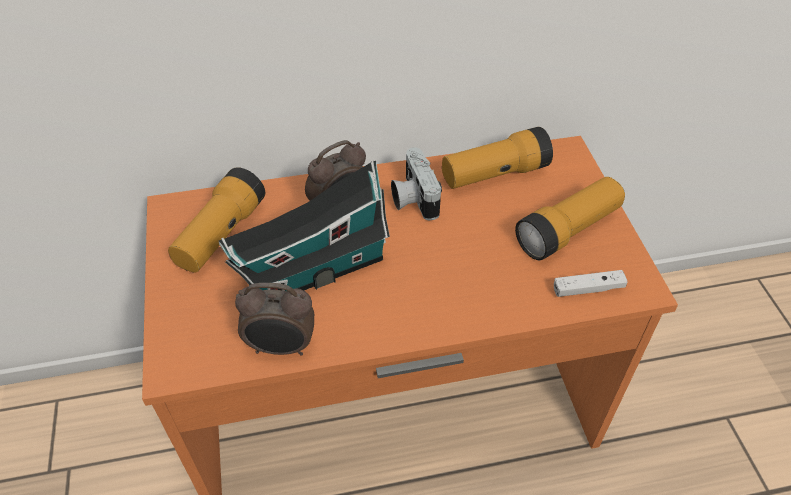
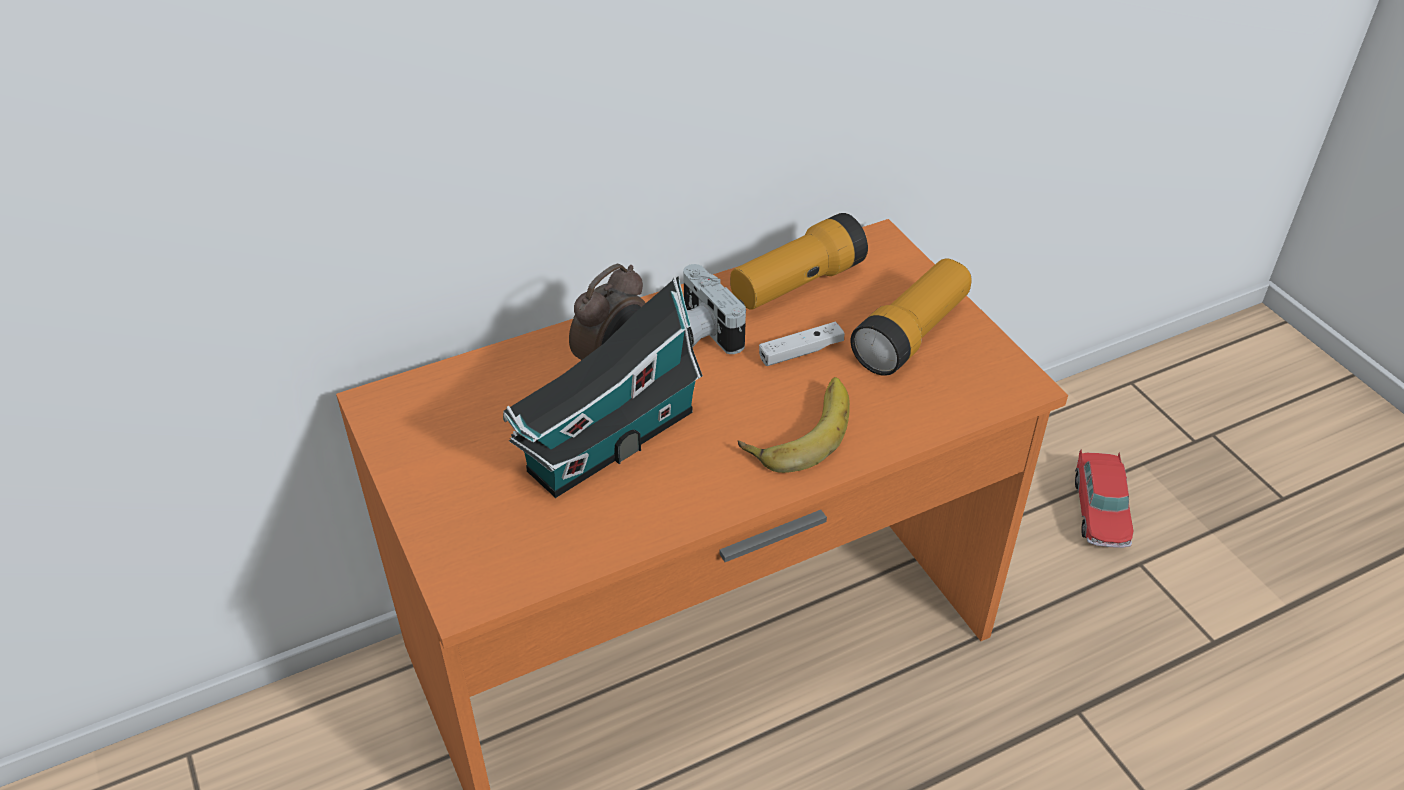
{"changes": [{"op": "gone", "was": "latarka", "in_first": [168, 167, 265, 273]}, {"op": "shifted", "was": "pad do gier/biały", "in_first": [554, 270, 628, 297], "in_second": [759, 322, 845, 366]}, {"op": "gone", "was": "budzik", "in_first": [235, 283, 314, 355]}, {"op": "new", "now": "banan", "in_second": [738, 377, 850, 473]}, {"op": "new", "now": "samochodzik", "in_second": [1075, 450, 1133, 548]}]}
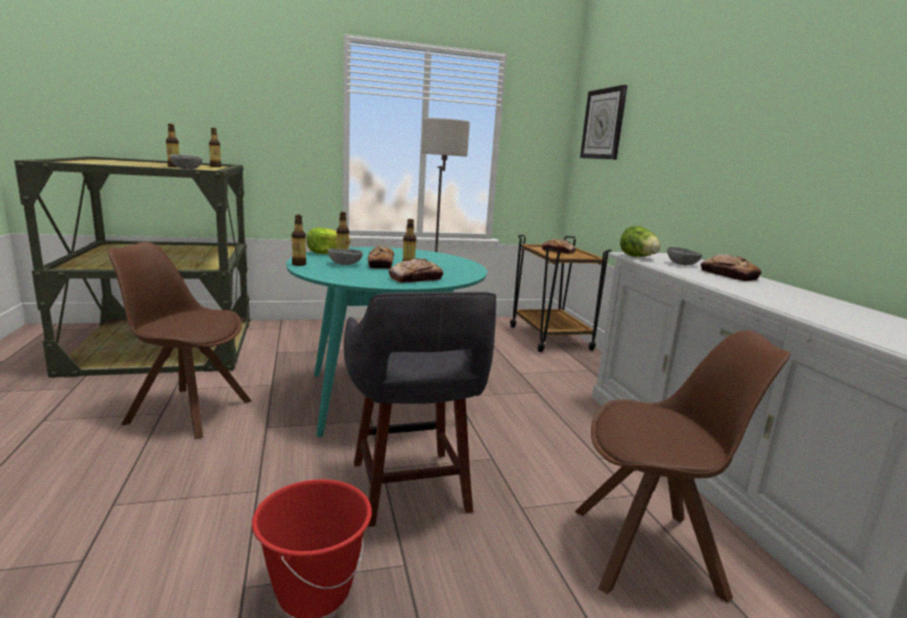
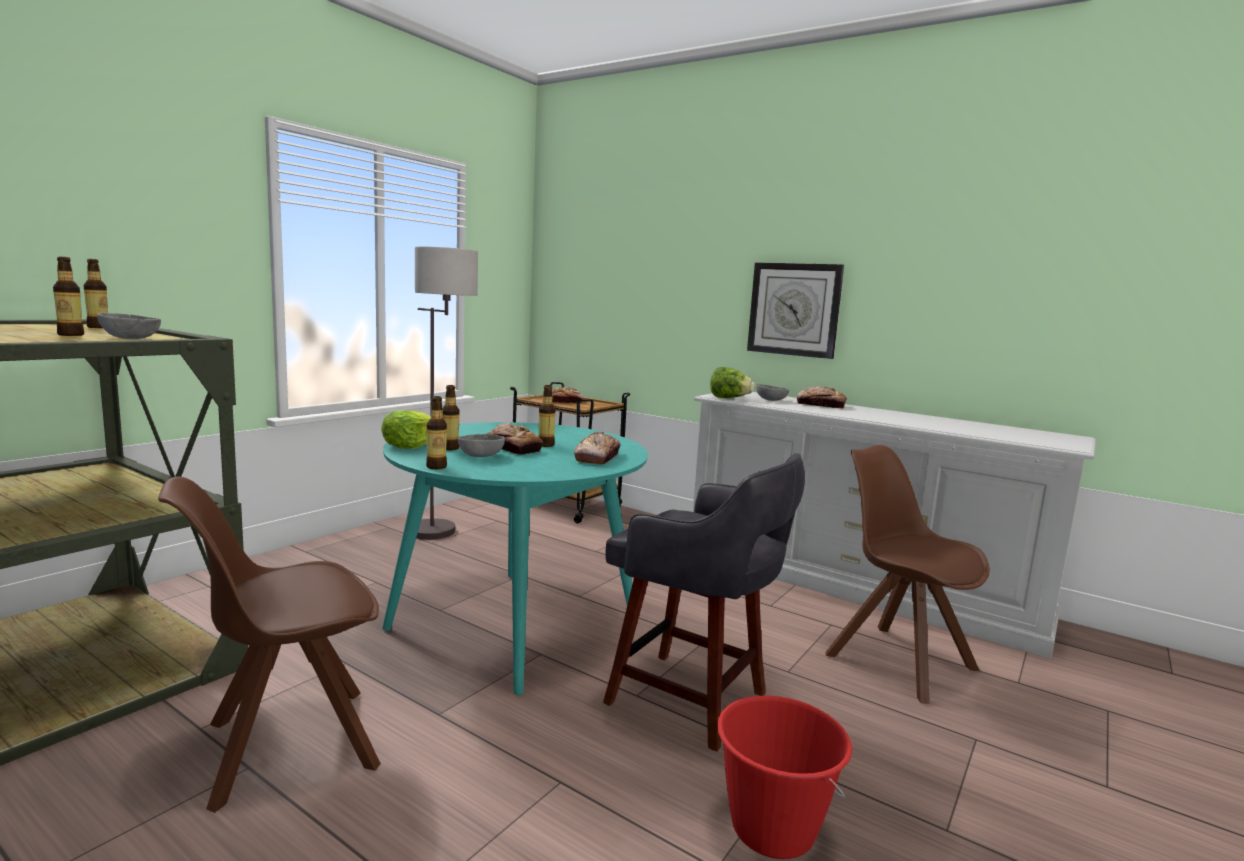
{"changes": [{"op": "shifted", "was": "zegar ścienny", "in_first": [580, 85, 628, 160], "in_second": [747, 262, 844, 359]}, {"op": "rotated", "was": "krzesło/brązowy", "in_first": [575, 330, 790, 602], "in_second": [825, 445, 990, 704], "clockwise": -90}]}
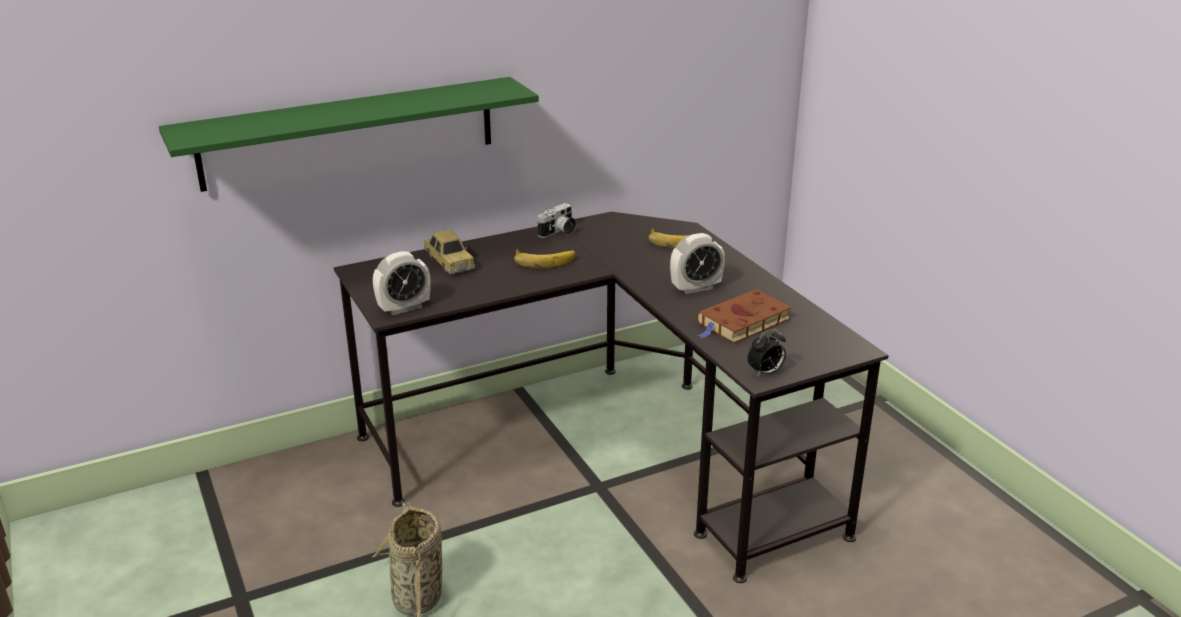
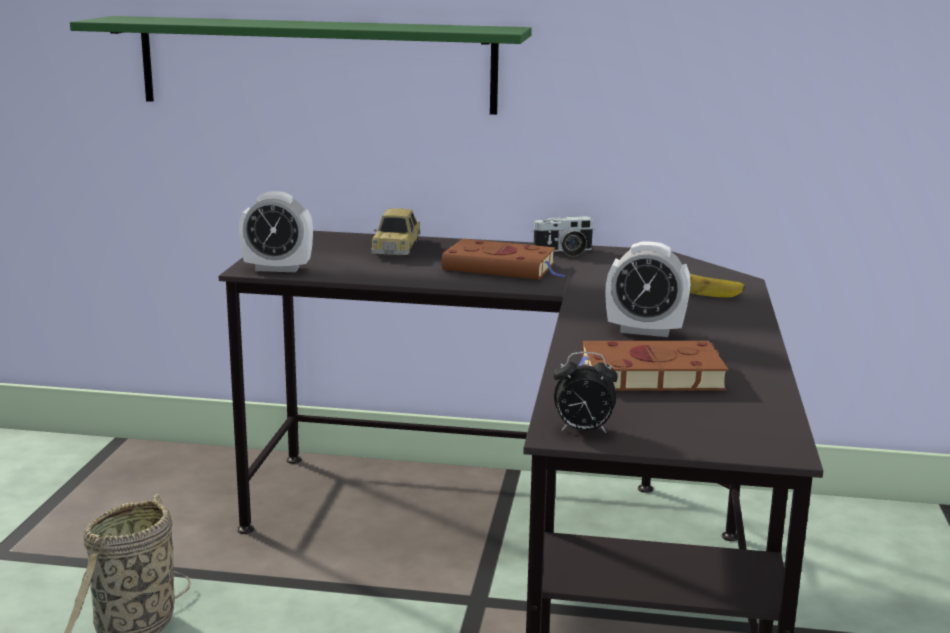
{"changes": [{"op": "swapped", "was": "banan", "now": "książka/brązowy", "in_first": [514, 248, 575, 268], "in_second": [441, 239, 565, 280]}]}
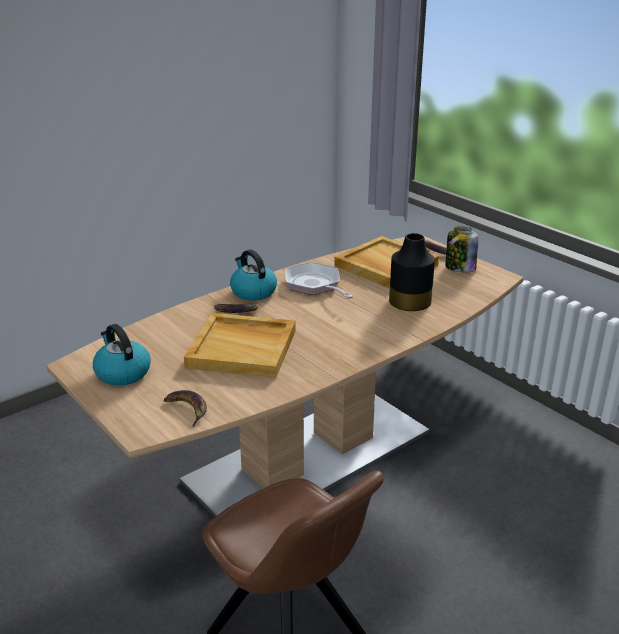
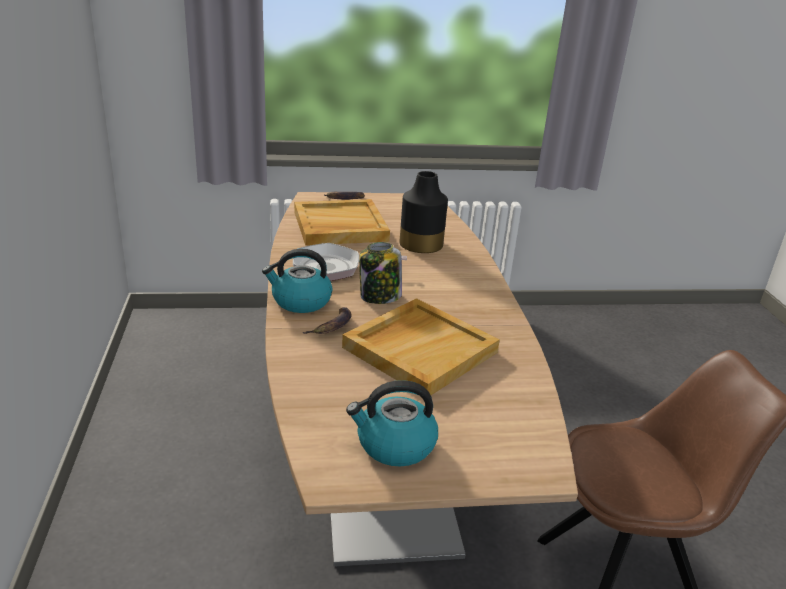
{"changes": [{"op": "shifted", "was": "słoik", "in_first": [445, 226, 479, 272], "in_second": [359, 242, 402, 304]}, {"op": "gone", "was": "banan", "in_first": [164, 390, 207, 427]}]}
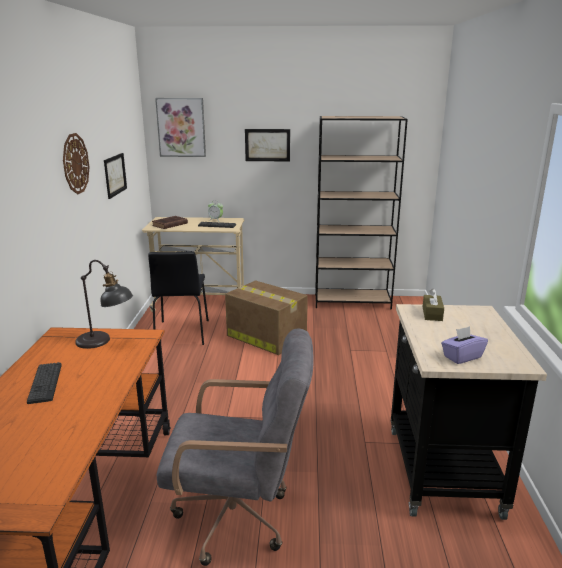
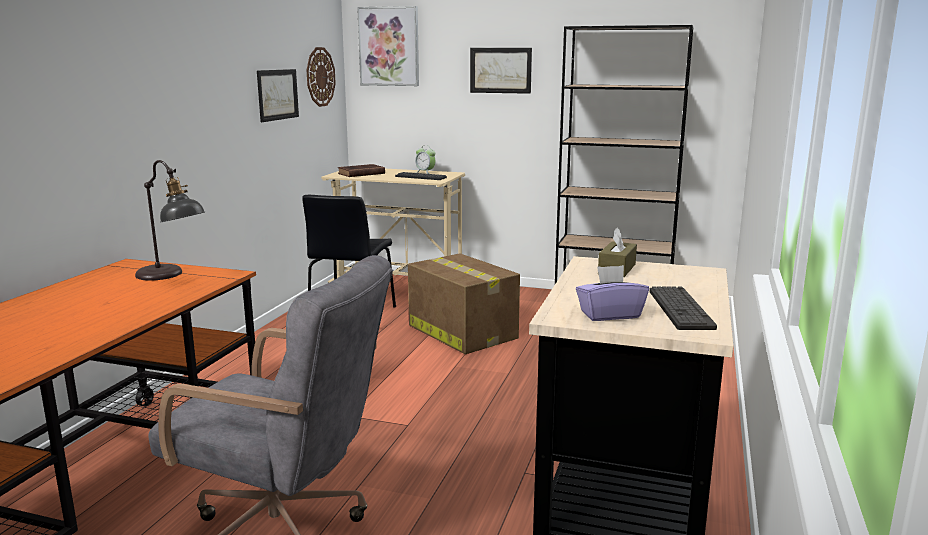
{"changes": [{"op": "shifted", "was": "zegar ścienny", "in_first": [63, 133, 90, 194], "in_second": [306, 47, 336, 107]}, {"op": "shifted", "was": "klawiatura", "in_first": [27, 362, 62, 404], "in_second": [650, 286, 717, 330]}]}
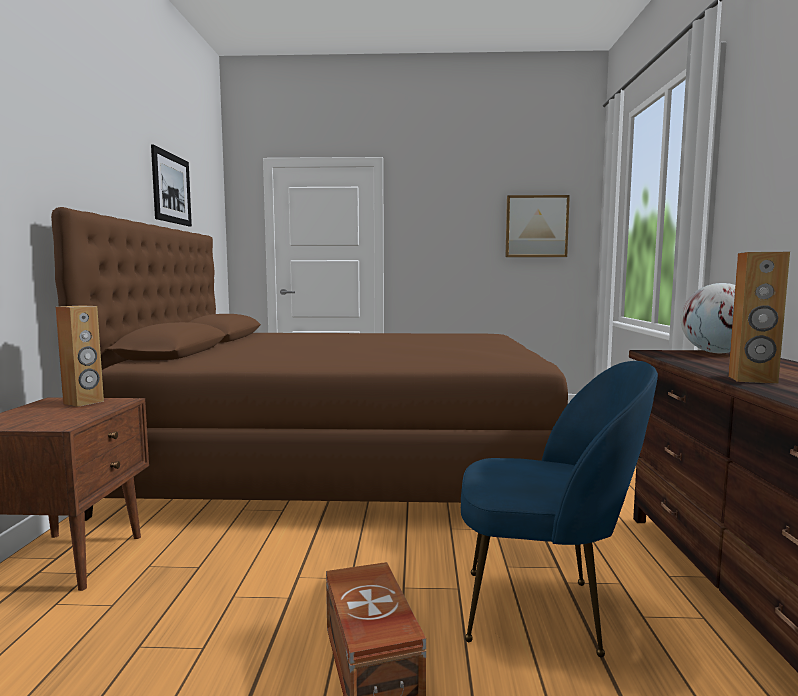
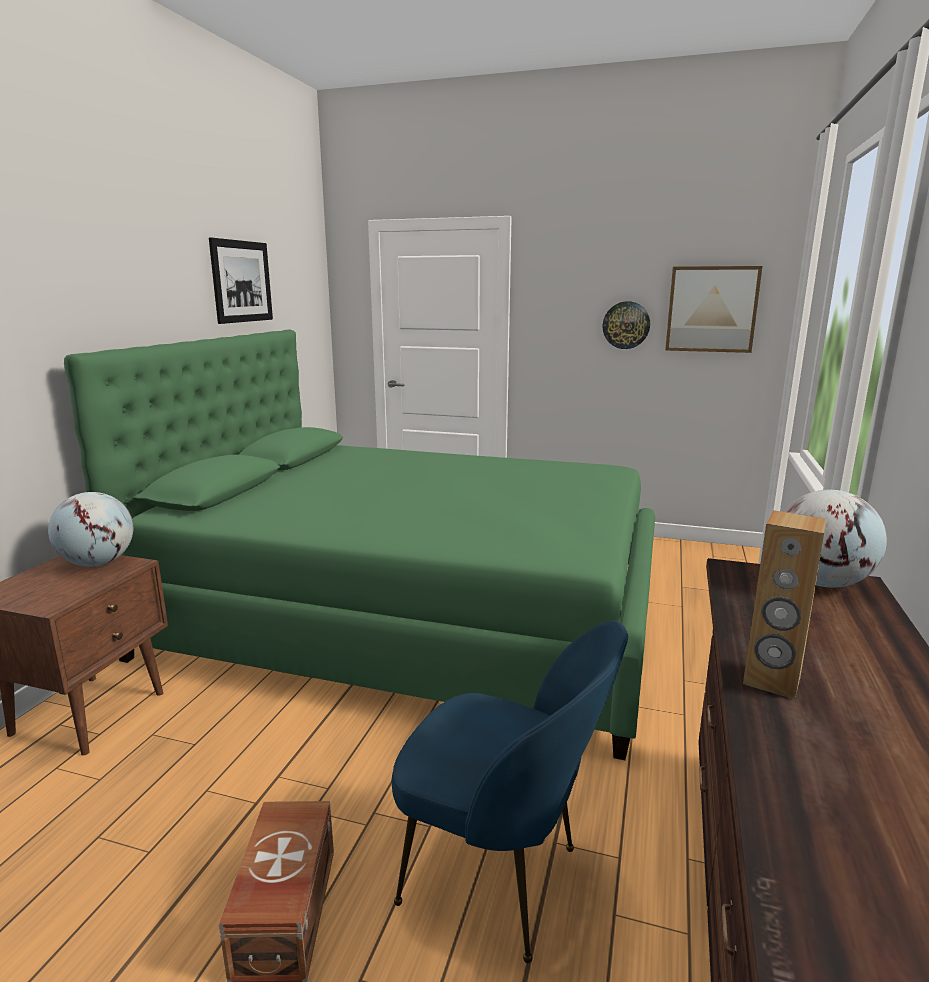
{"changes": [{"op": "repainted", "was": "łóżko/brązowy", "now": "łóżko/zielony", "in_first": [51, 207, 568, 521], "in_second": [64, 330, 655, 760]}, {"op": "swapped", "was": "głośnik/brązowy", "now": "globus", "in_first": [56, 305, 104, 407], "in_second": [48, 492, 133, 567]}, {"op": "new", "now": "zegar ścienny", "in_second": [603, 301, 650, 349]}]}
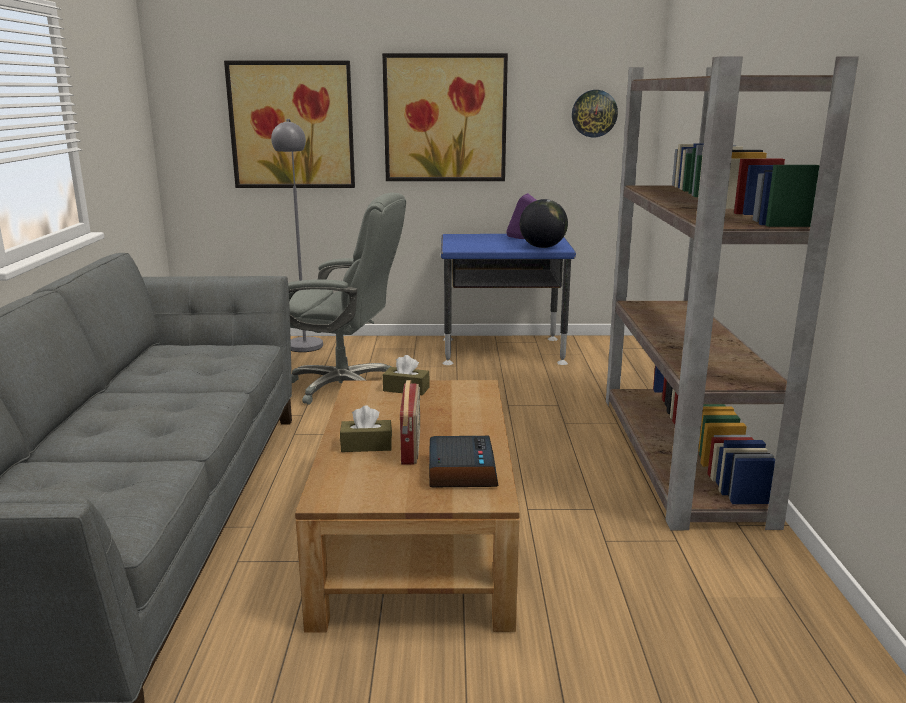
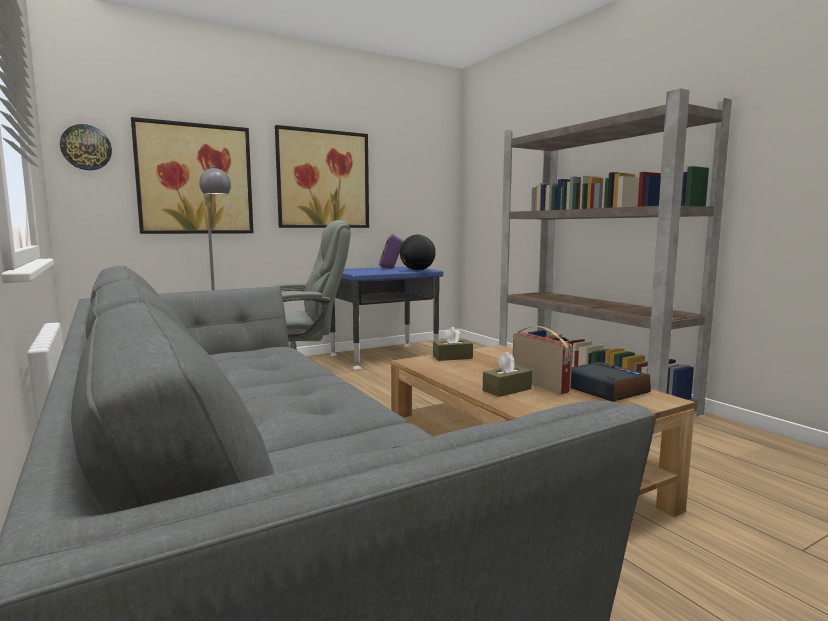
{"changes": [{"op": "shifted", "was": "zegar ścienny", "in_first": [572, 90, 618, 137], "in_second": [60, 124, 112, 170]}]}
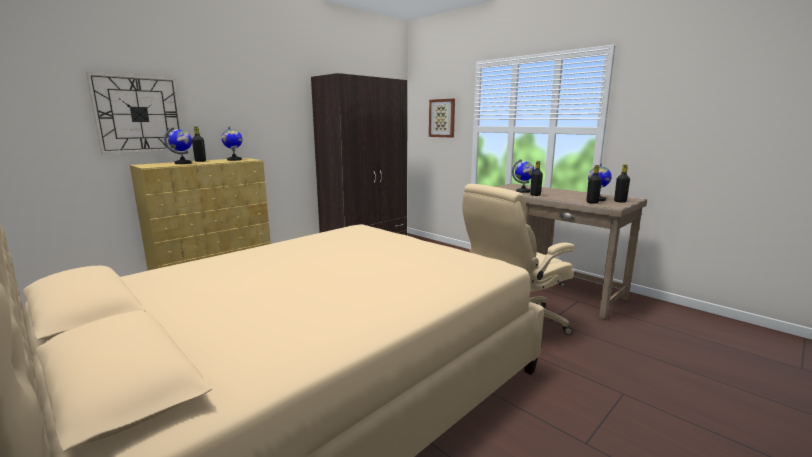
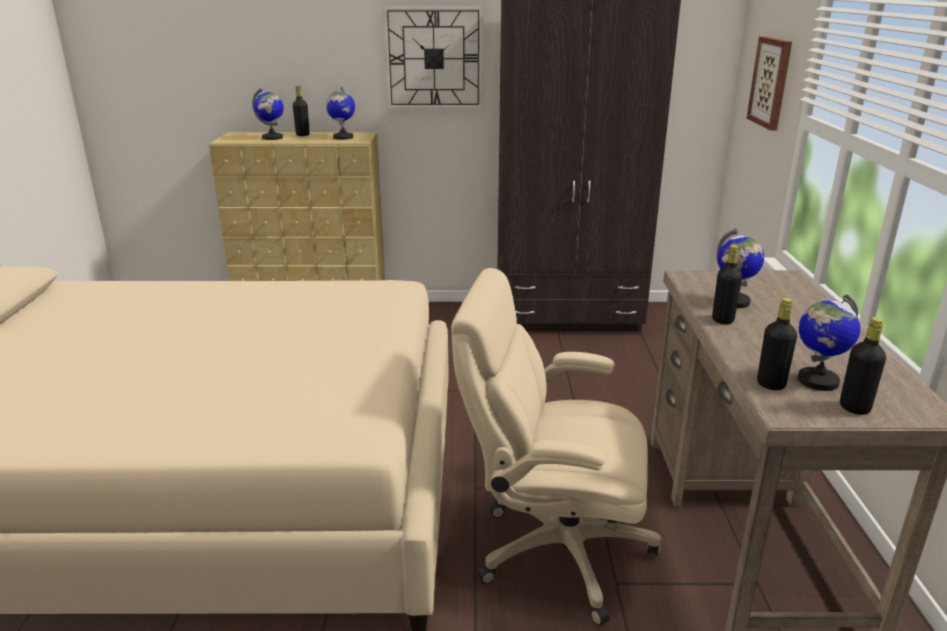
{"changes": [{"op": "shifted", "was": "zegar ścienny", "in_first": [86, 72, 182, 154], "in_second": [383, 6, 483, 109]}]}
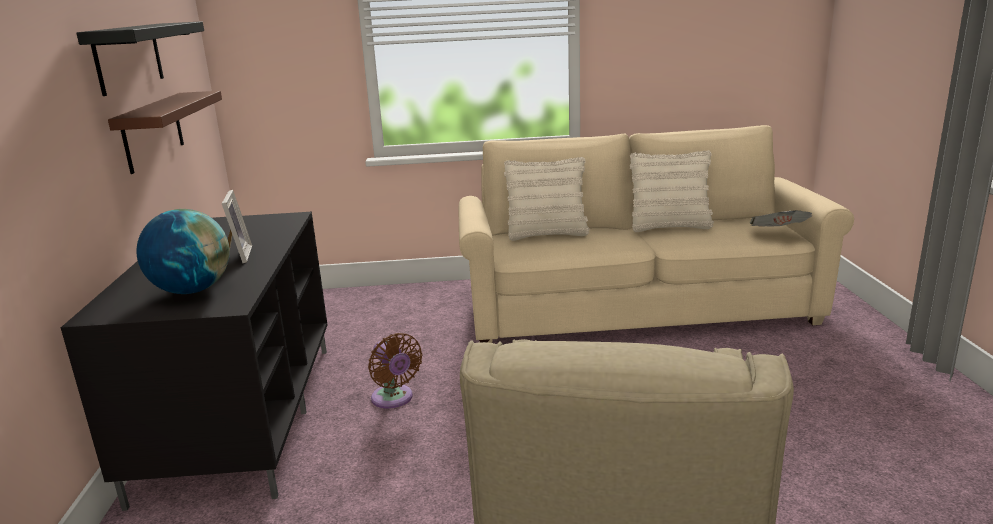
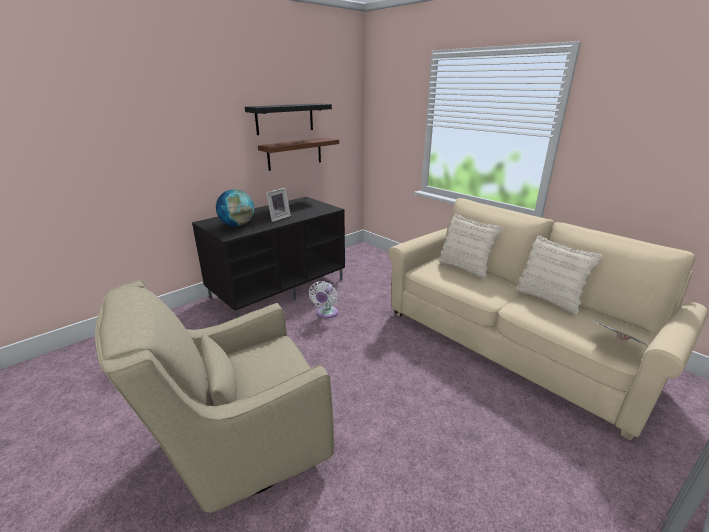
{"changes": [{"op": "repainted", "was": "wentylator/brązowy", "now": "wentylator/biały", "in_first": [368, 333, 423, 409], "in_second": [309, 281, 338, 318]}]}
